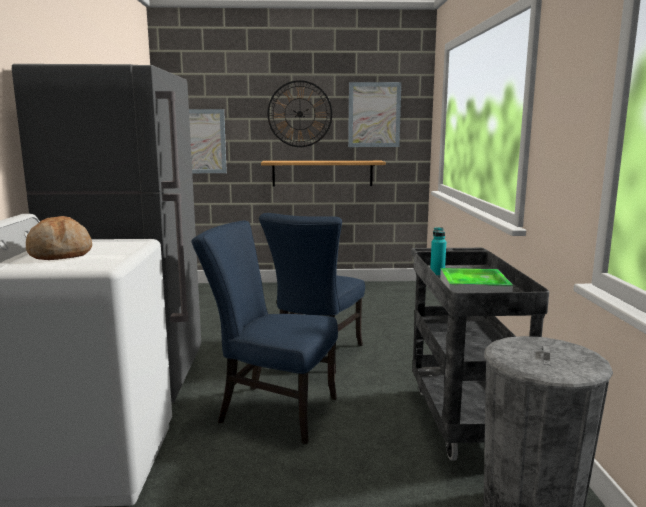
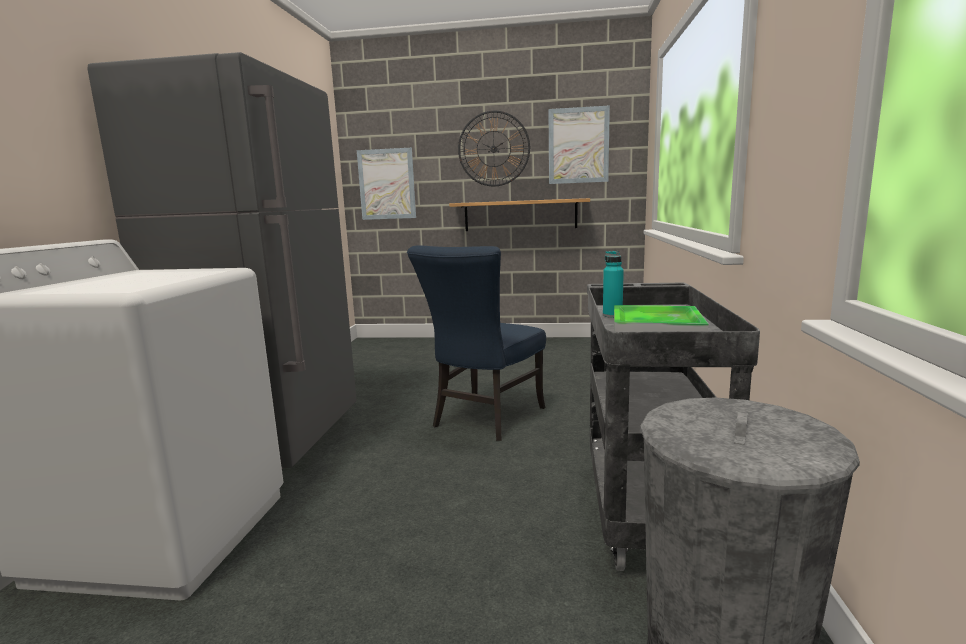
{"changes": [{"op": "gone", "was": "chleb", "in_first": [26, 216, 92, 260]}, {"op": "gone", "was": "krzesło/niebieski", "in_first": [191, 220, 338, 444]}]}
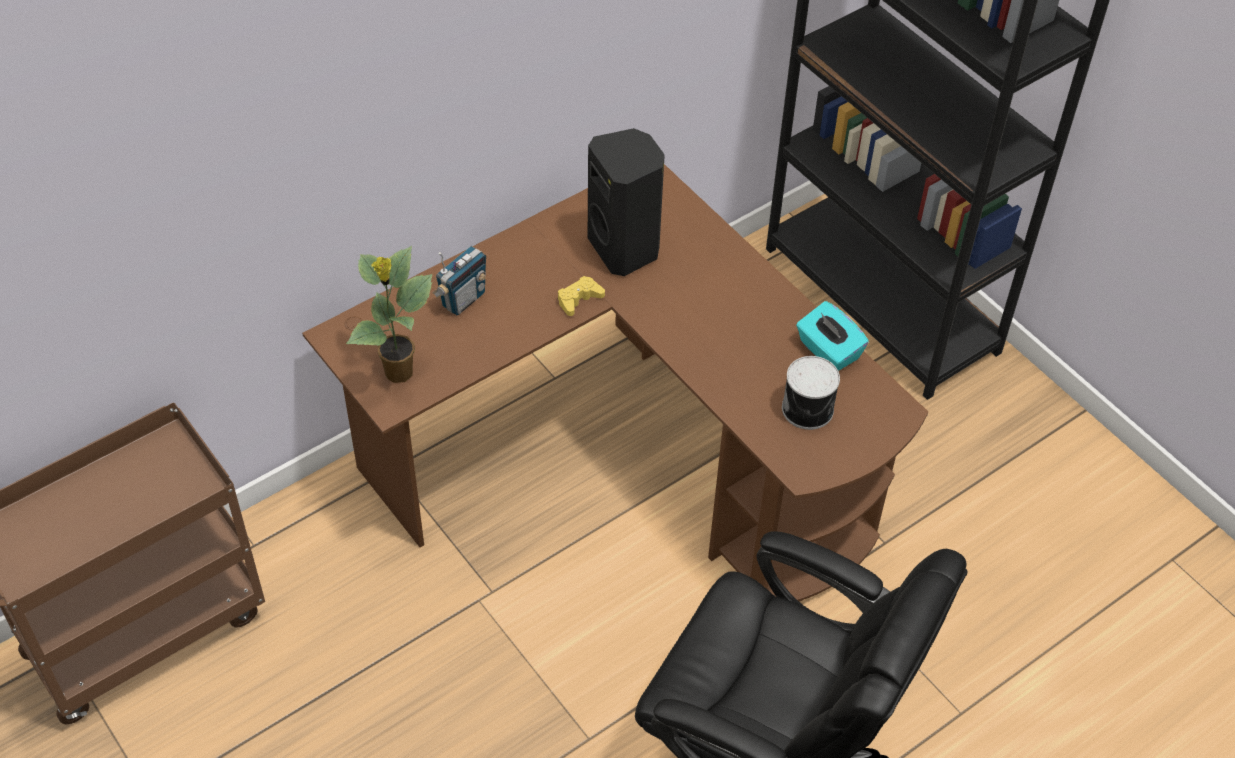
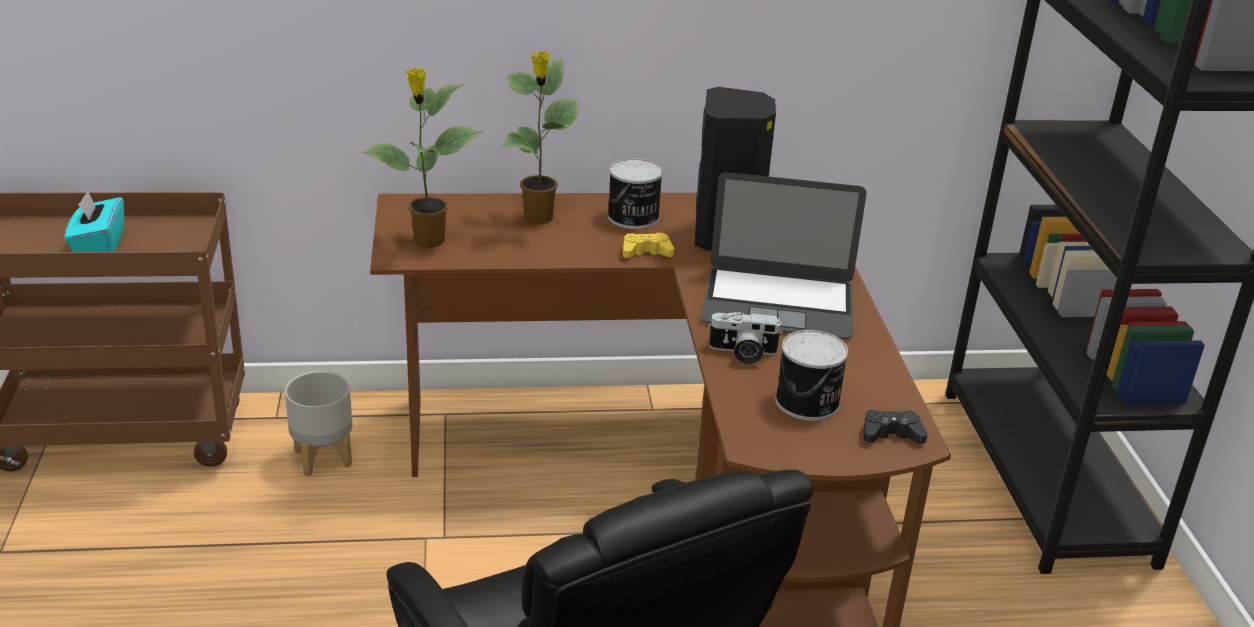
{"changes": [{"op": "swapped", "was": "radio", "now": "roślina doniczkowa", "in_first": [433, 246, 486, 316], "in_second": [501, 51, 579, 224]}, {"op": "shifted", "was": "pudełko chusteczek/turkusowy", "in_first": [796, 301, 869, 371], "in_second": [65, 190, 124, 252]}, {"op": "new", "now": "puszka", "in_second": [608, 158, 663, 229]}, {"op": "new", "now": "laptop", "in_second": [701, 172, 867, 339]}, {"op": "new", "now": "aparat fotograficzny", "in_second": [708, 312, 782, 365]}, {"op": "new", "now": "donica/szary", "in_second": [285, 371, 353, 476]}, {"op": "new", "now": "pad do gier/czarny", "in_second": [863, 410, 928, 444]}]}
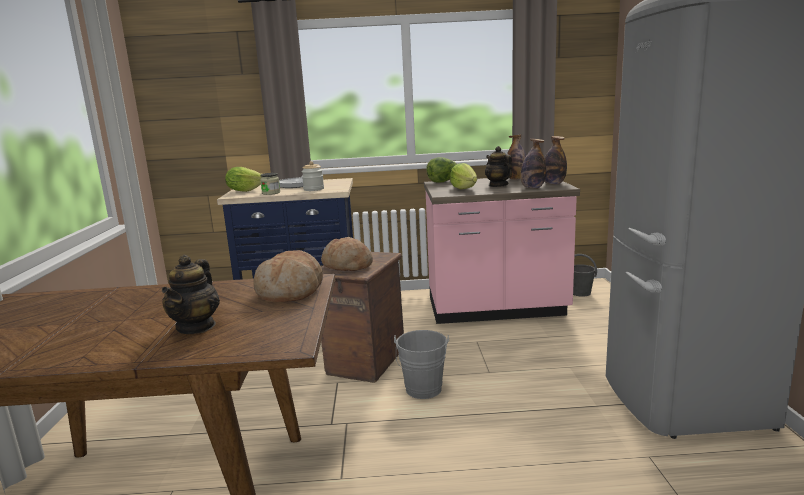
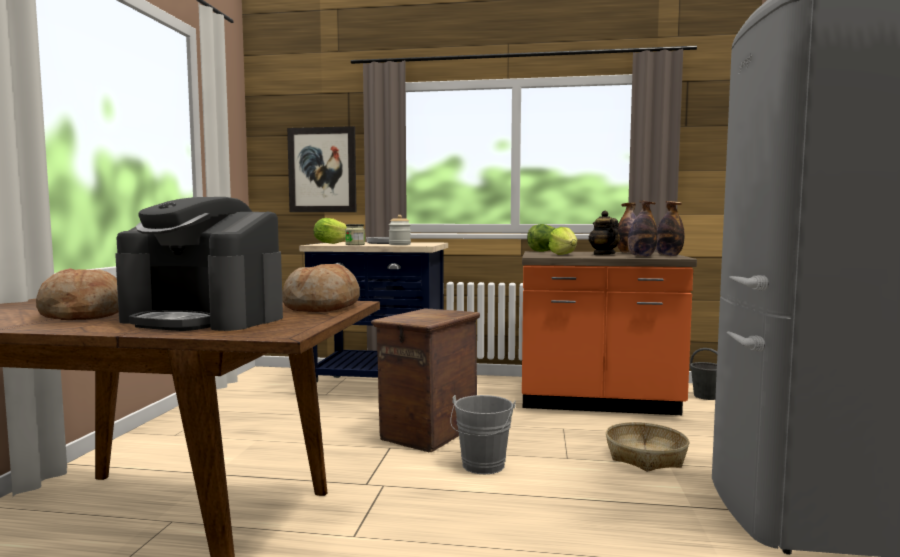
{"changes": [{"op": "repainted", "was": "zabudowa kuchenna/różowy", "now": "zabudowa kuchenna/pomarańczowy", "in_first": [424, 178, 580, 324], "in_second": [522, 251, 697, 415]}, {"op": "shifted", "was": "chleb", "in_first": [321, 237, 373, 271], "in_second": [36, 268, 119, 320]}, {"op": "swapped", "was": "imbryk", "now": "ekspres do kawy", "in_first": [162, 255, 220, 334], "in_second": [115, 197, 283, 331]}, {"op": "new", "now": "obraz", "in_second": [287, 126, 356, 212]}, {"op": "new", "now": "koszyk", "in_second": [606, 422, 689, 472]}]}
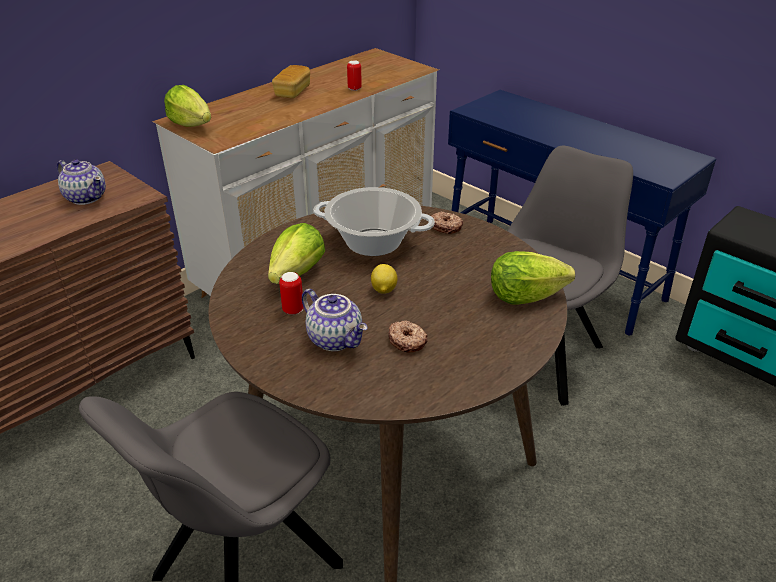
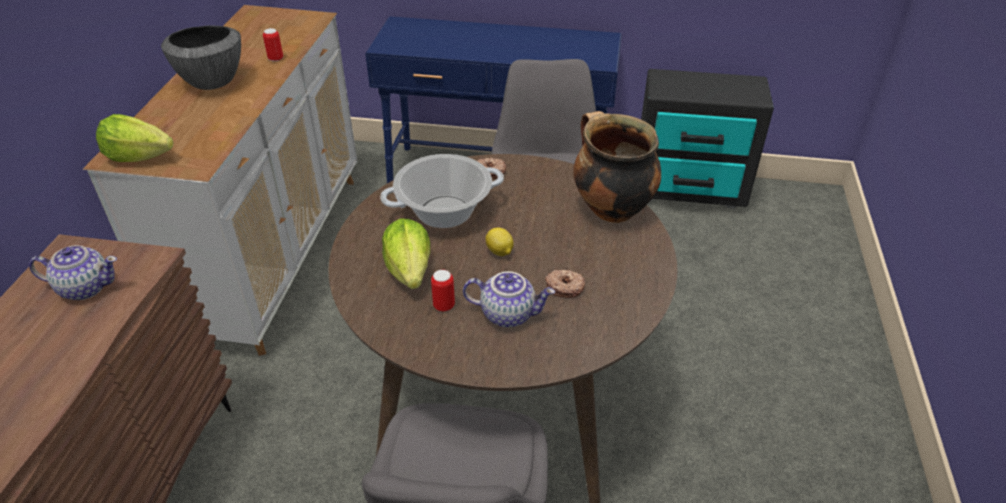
{"changes": [{"op": "swapped", "was": "chleb", "now": "miska", "in_first": [272, 65, 310, 98], "in_second": [161, 25, 241, 90]}, {"op": "swapped", "was": "sałata", "now": "garnek", "in_first": [491, 251, 575, 304], "in_second": [573, 111, 661, 223]}]}
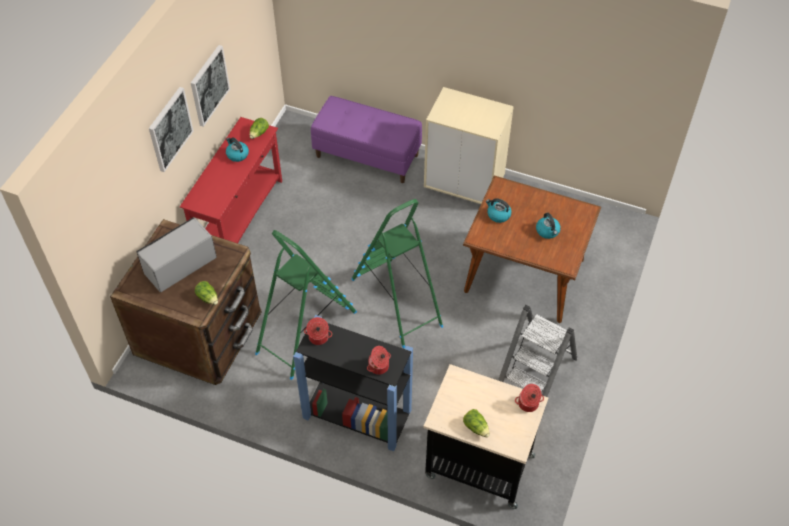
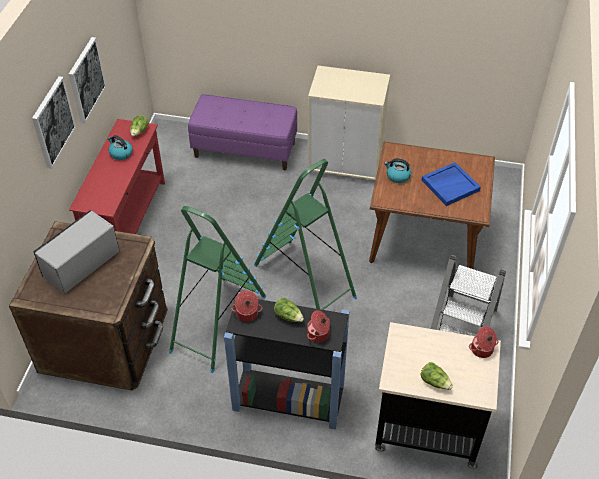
{"changes": [{"op": "swapped", "was": "czajnik", "now": "taca/niebieski", "in_first": [536, 213, 561, 239], "in_second": [421, 162, 481, 206]}, {"op": "shifted", "was": "sałata", "in_first": [195, 281, 218, 305], "in_second": [274, 298, 304, 322]}]}
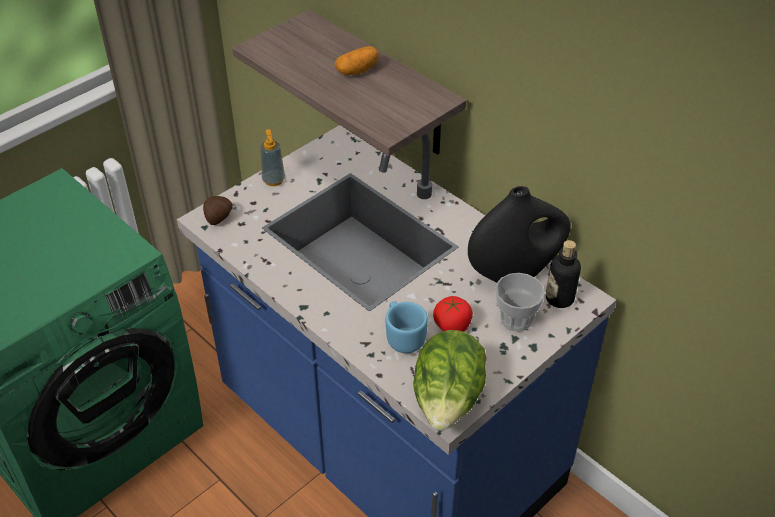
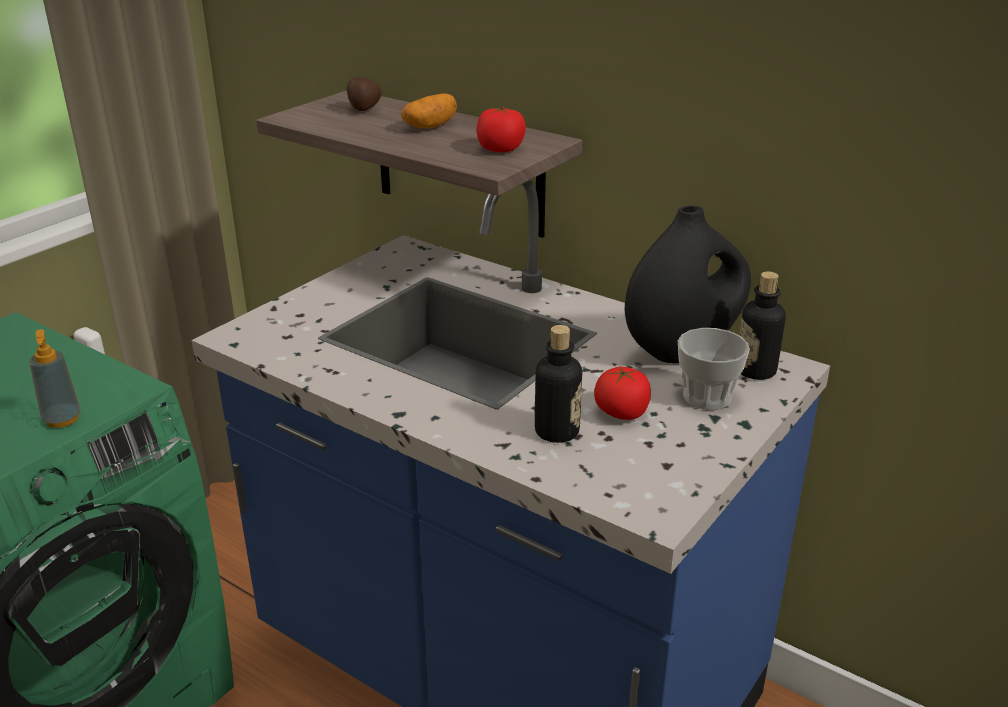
{"changes": [{"op": "shifted", "was": "dozownik mydła", "in_first": [260, 129, 285, 186], "in_second": [29, 329, 81, 428]}, {"op": "shifted", "was": "ziemniak", "in_first": [203, 196, 233, 225], "in_second": [347, 77, 382, 111]}, {"op": "swapped", "was": "kubek/niebieski", "now": "butelka", "in_first": [385, 301, 428, 353], "in_second": [535, 325, 582, 443]}, {"op": "gone", "was": "sałata", "in_first": [413, 330, 486, 431]}, {"op": "new", "now": "pomidor", "in_second": [477, 106, 526, 153]}]}
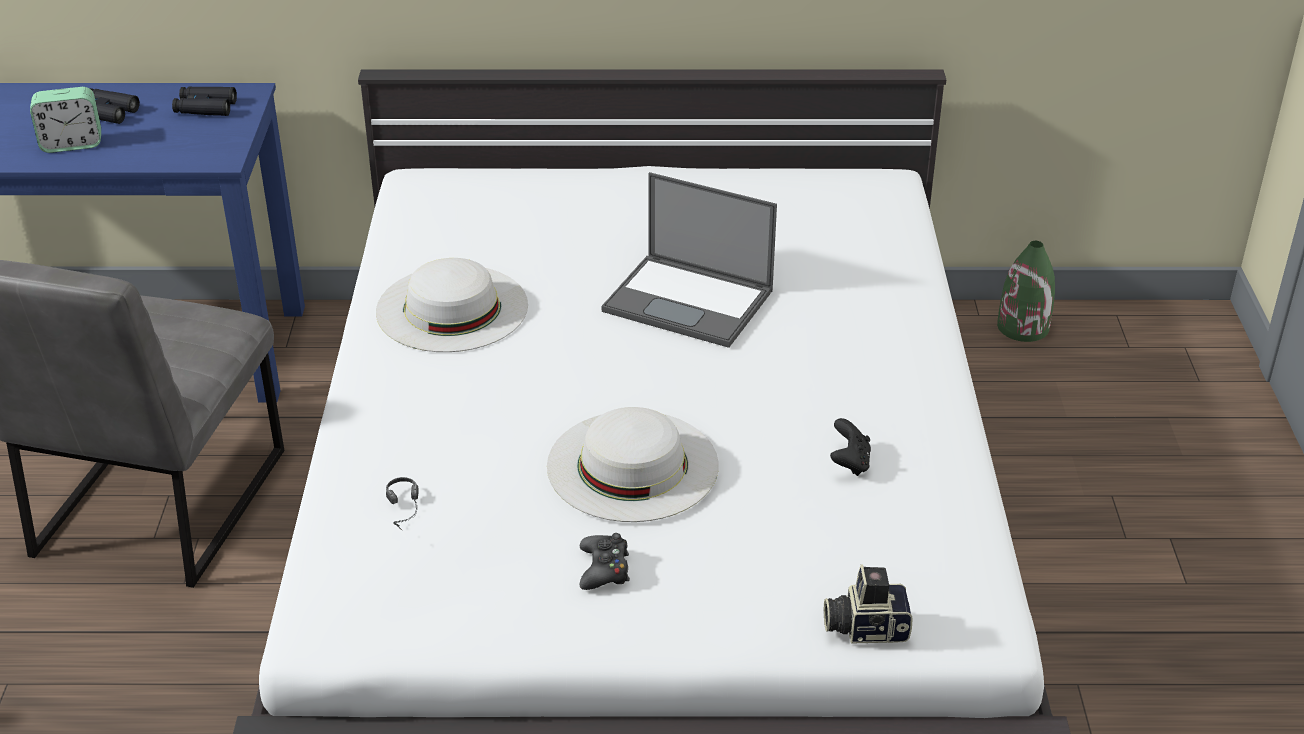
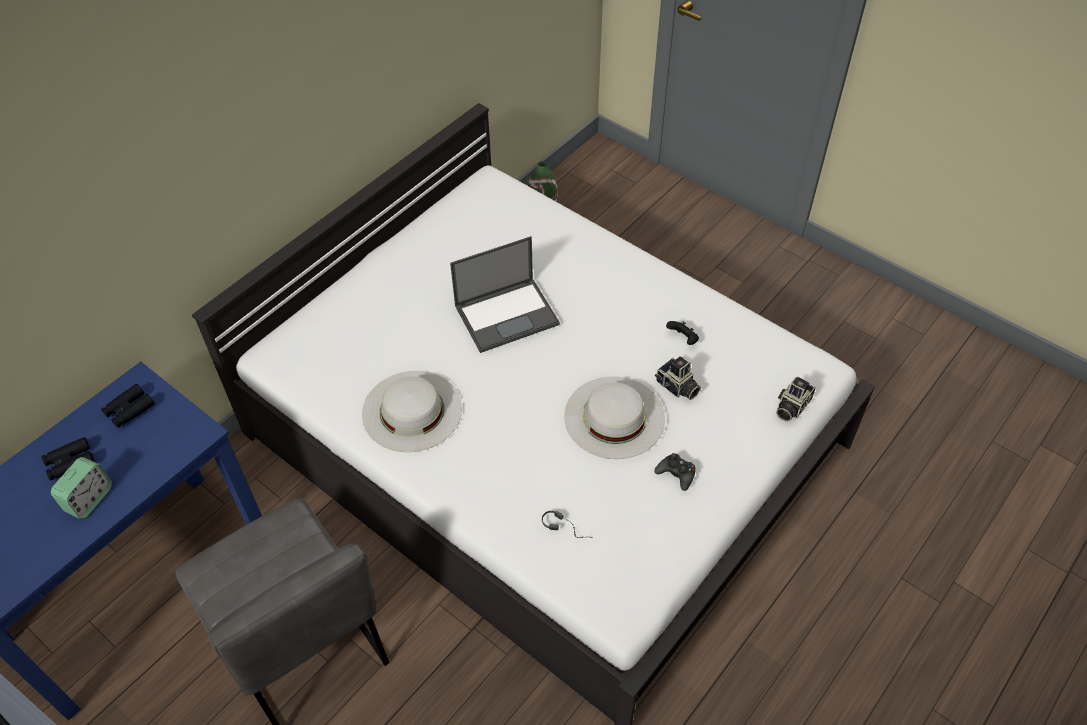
{"changes": [{"op": "new", "now": "aparat fotograficzny", "in_second": [655, 357, 701, 400]}]}
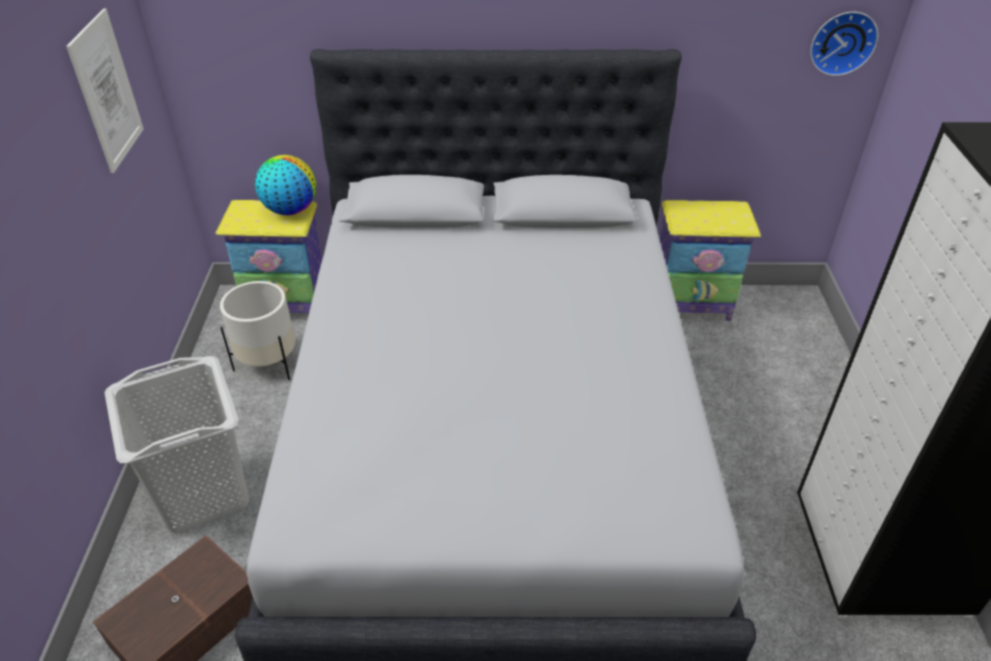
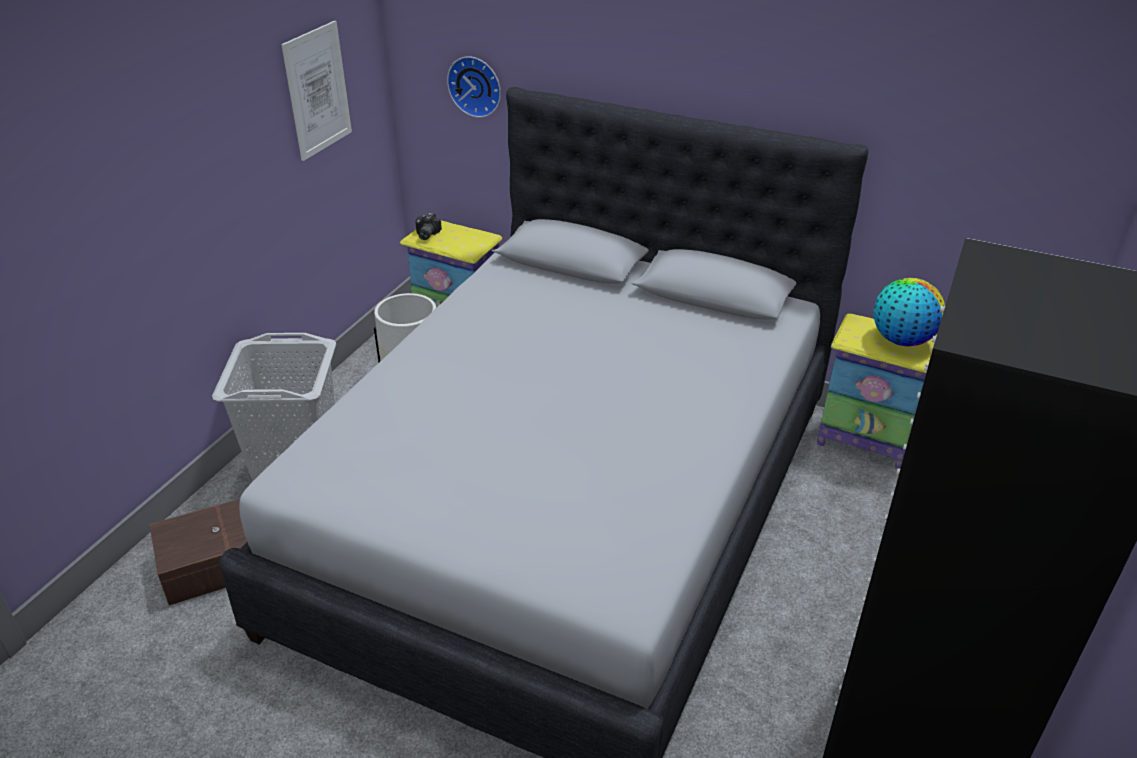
{"changes": [{"op": "shifted", "was": "zegar ścienny", "in_first": [810, 12, 878, 76], "in_second": [447, 56, 501, 118]}, {"op": "shifted", "was": "globus", "in_first": [255, 155, 316, 215], "in_second": [873, 278, 945, 346]}, {"op": "new", "now": "aparat fotograficzny", "in_second": [415, 213, 442, 240]}]}
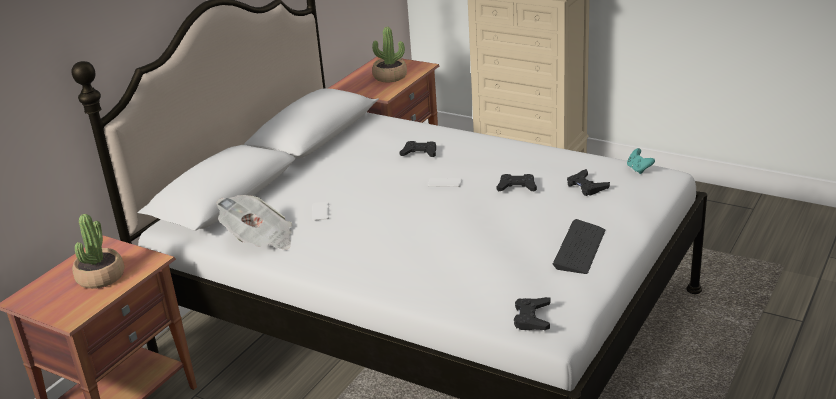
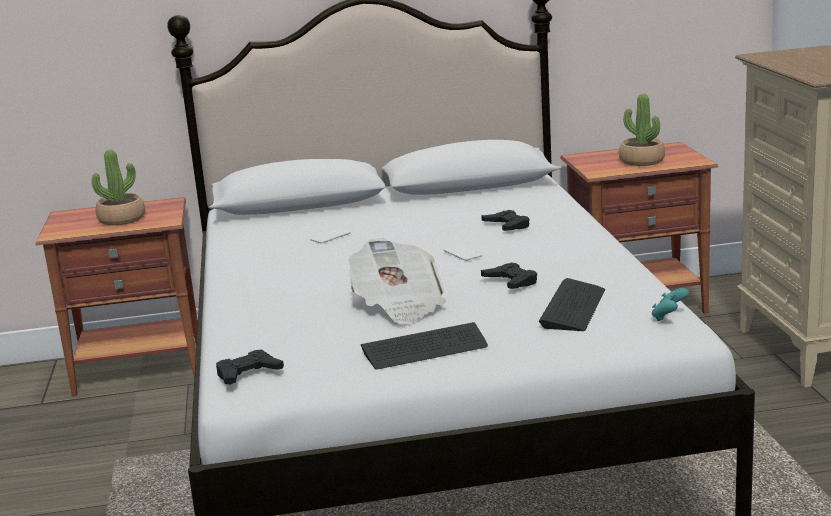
{"changes": [{"op": "swapped", "was": "pad do gier/czarny", "now": "klawiatura", "in_first": [567, 169, 610, 196], "in_second": [539, 278, 605, 331]}, {"op": "shifted", "was": "gazeta", "in_first": [217, 195, 292, 249], "in_second": [348, 238, 446, 325]}]}
